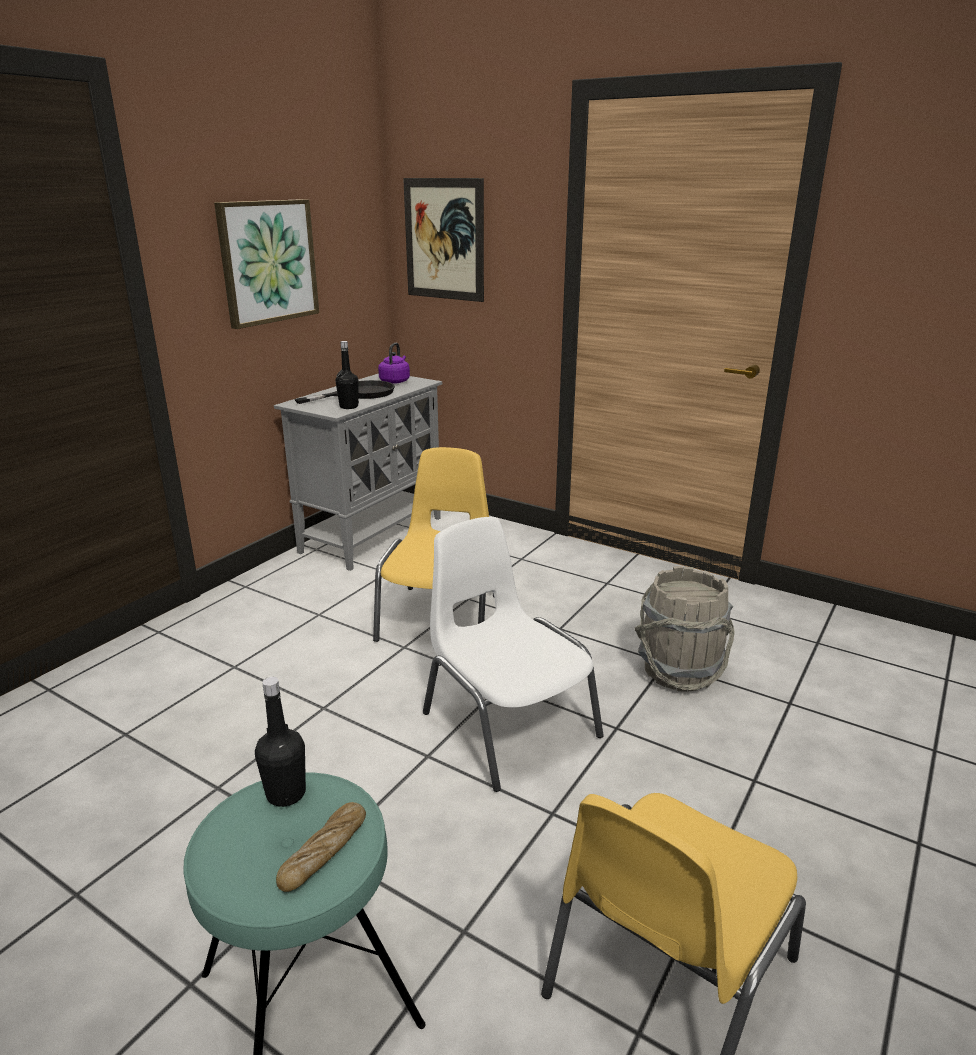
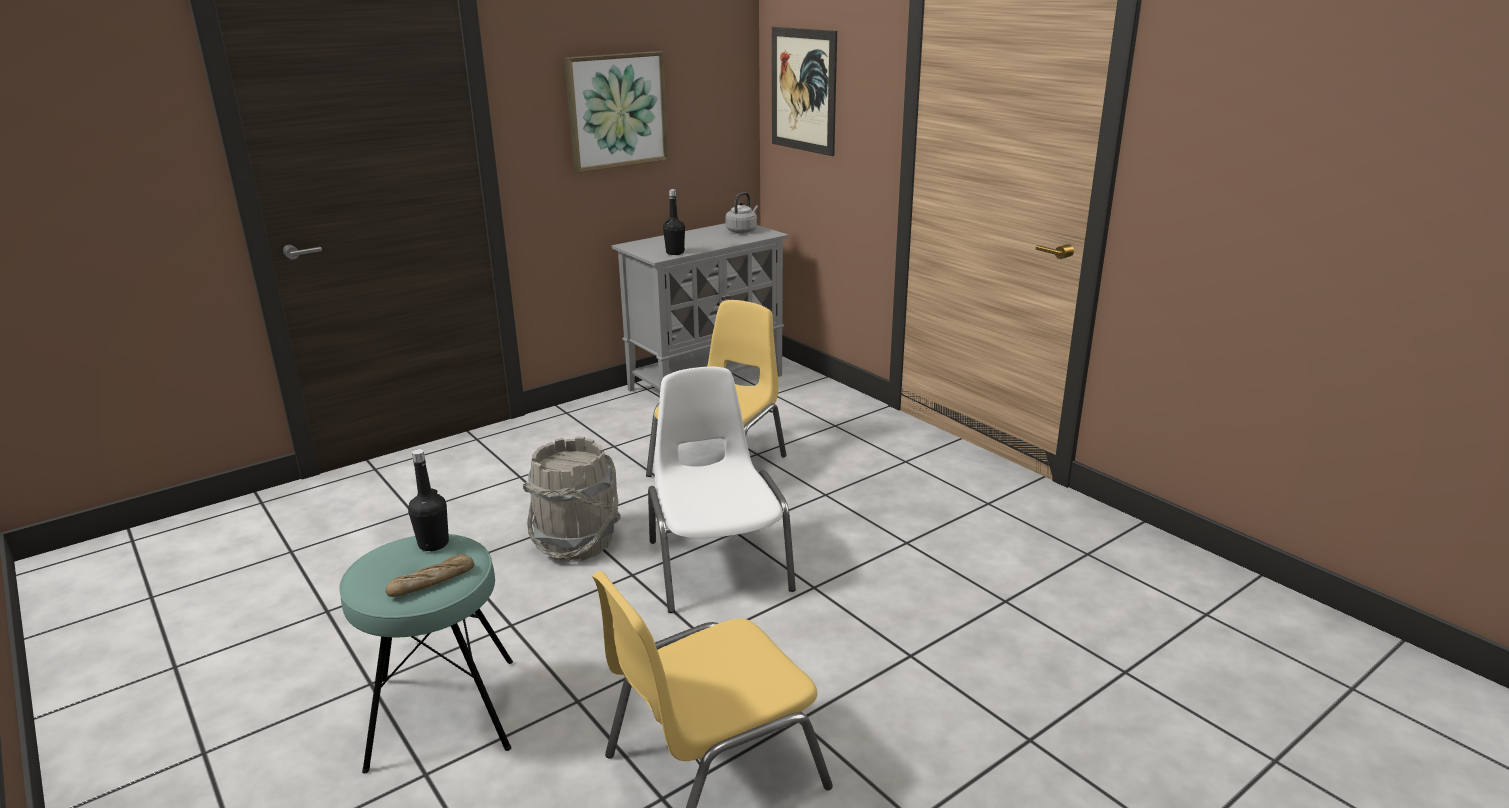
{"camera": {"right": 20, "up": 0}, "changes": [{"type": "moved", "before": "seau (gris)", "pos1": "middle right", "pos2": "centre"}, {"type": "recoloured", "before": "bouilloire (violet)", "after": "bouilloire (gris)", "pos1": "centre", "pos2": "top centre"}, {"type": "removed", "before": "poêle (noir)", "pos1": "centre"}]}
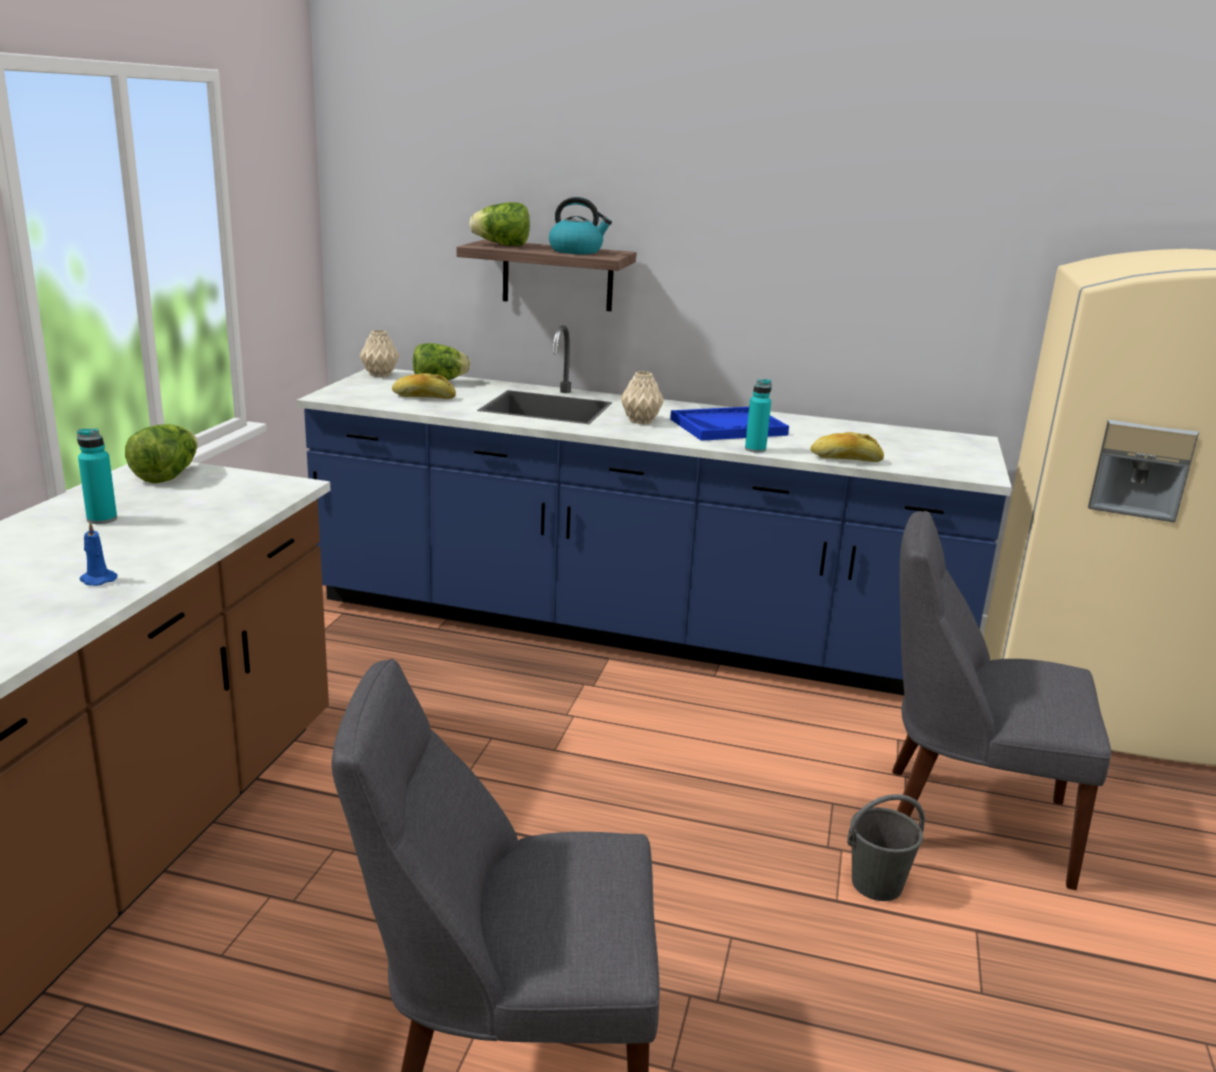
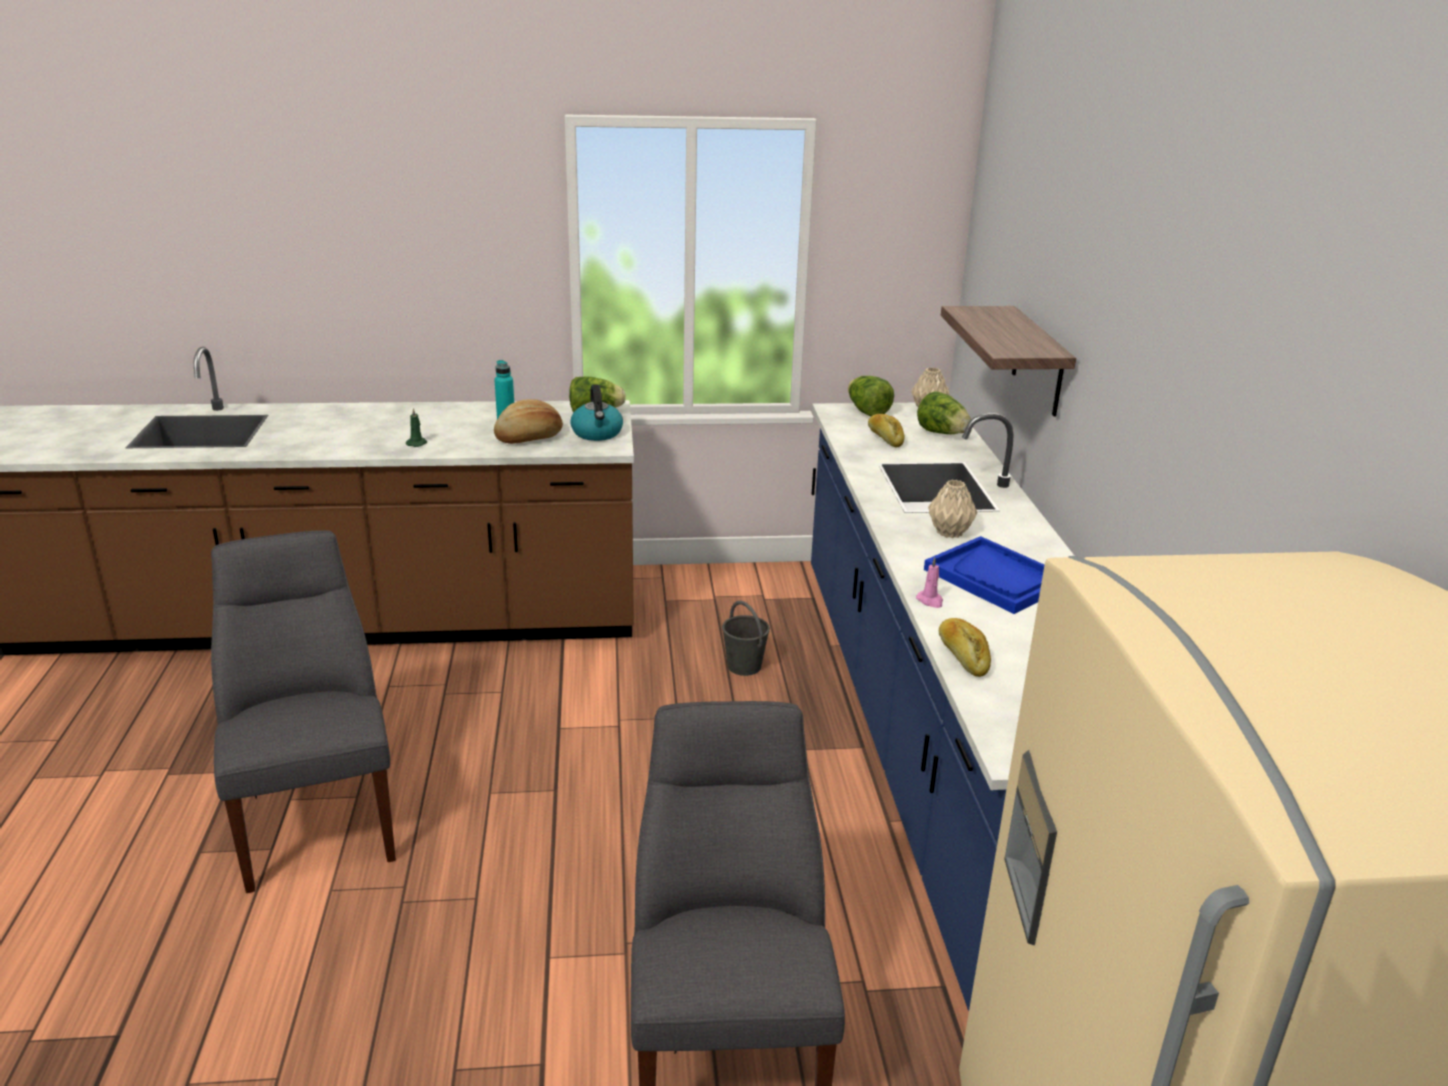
{"camera": {"right": 70, "up": 5}, "changes": [{"type": "recoloured", "before": "bougie (bleu)", "after": "bougie (vert)", "pos1": "middle left", "pos2": "middle left"}, {"type": "added", "after": "pain (1st from left)", "pos2": "centre"}, {"type": "moved", "before": "bouilloire", "pos1": "top centre", "pos2": "centre"}, {"type": "moved", "before": "seau (gris)", "pos1": "bottom right", "pos2": "centre"}, {"type": "moved", "before": "laitue (3rd from left in the first image)", "after": "laitue (2nd from left)", "pos1": "top centre", "pos2": "centre"}, {"type": "replaced", "before": "bouteille (turquoise) (2nd from left)", "after": "bougie (rose)", "pos1": "centre", "pos2": "centre"}]}
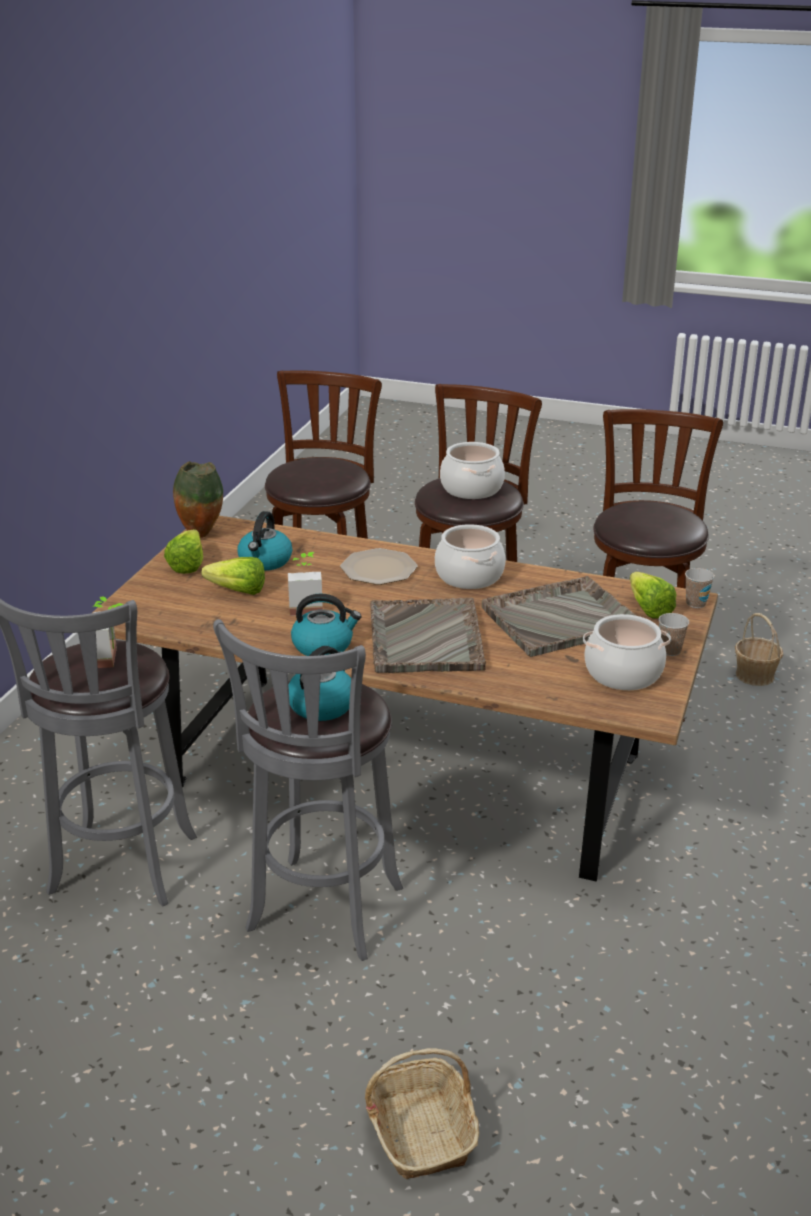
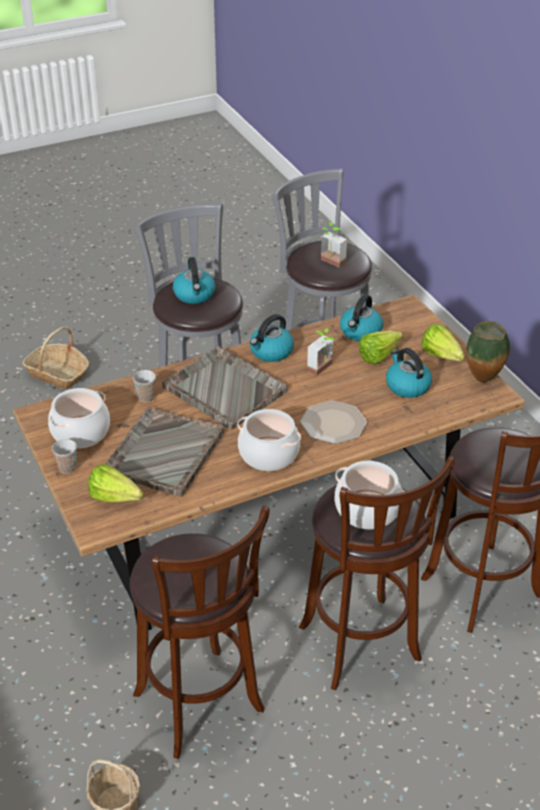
{"camera": {"right": 135, "up": 10}, "changes": [{"type": "moved", "before": "tasse (2nd from left)", "pos1": "middle right", "pos2": "middle left"}, {"type": "added", "after": "bouilloire (3rd from left)", "pos2": "middle right"}]}
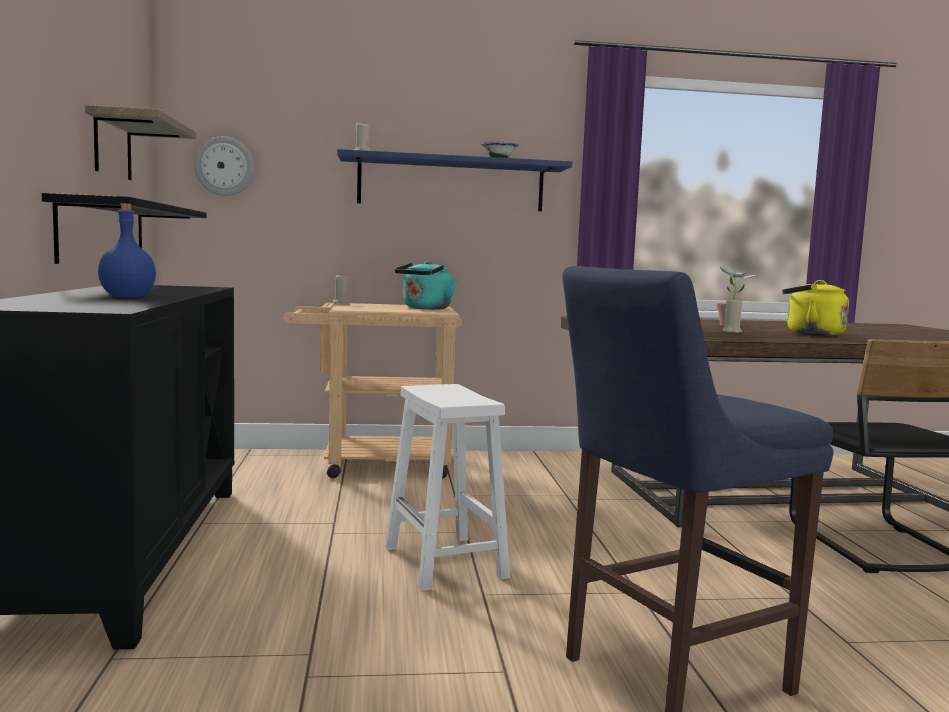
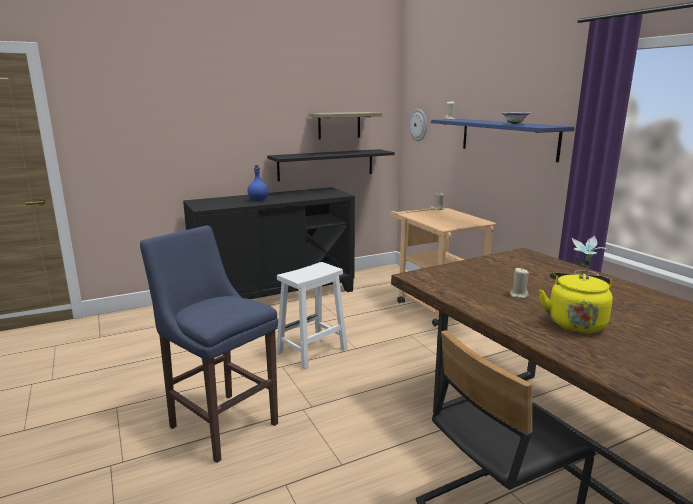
{"camera": {"right": 70, "up": 10}, "changes": [{"type": "removed", "before": "bouilloire (turquoise)", "pos1": "centre"}]}
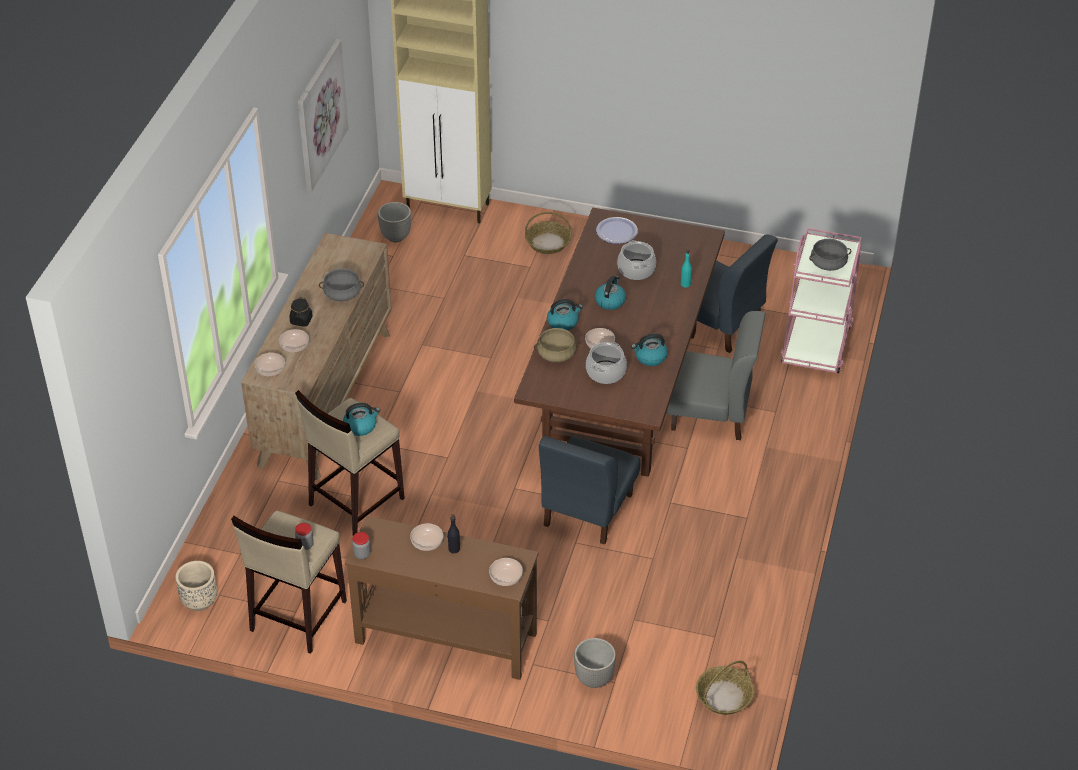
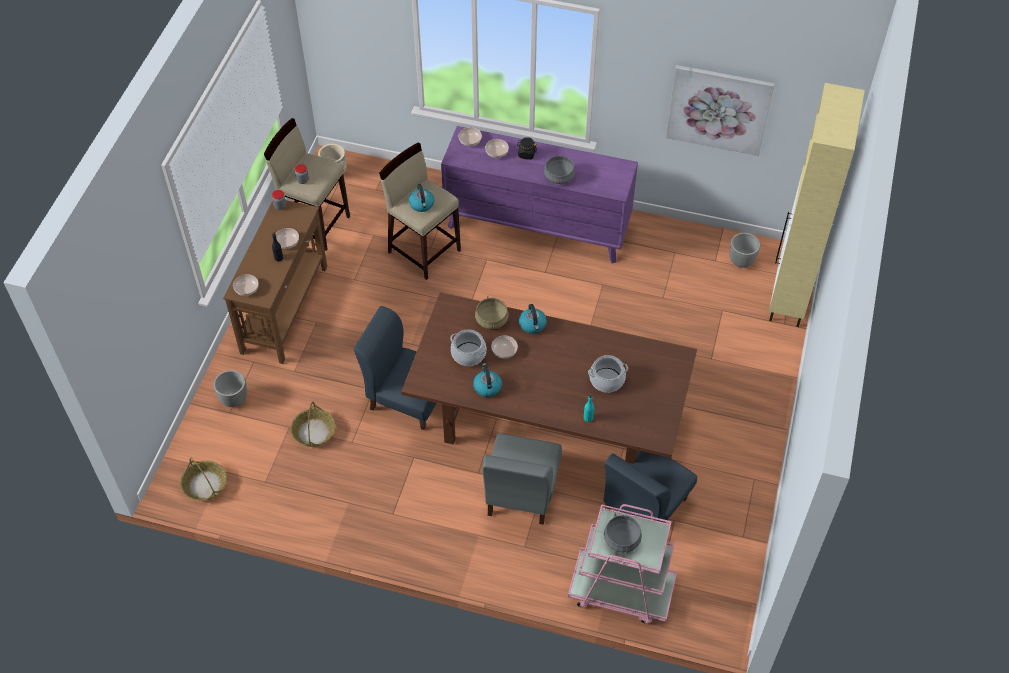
{"camera": {"right": 90, "up": 10}, "changes": [{"type": "moved", "before": "panier (1st from left in the first image)", "after": "panier (2nd from left)", "pos1": "top centre", "pos2": "middle left"}, {"type": "recoloured", "before": "commode (marron)", "after": "commode (violet)", "pos1": "middle left", "pos2": "top centre"}, {"type": "removed", "before": "bouilloire (3rd from left)", "pos1": "centre"}, {"type": "removed", "before": "assiette", "pos1": "top centre"}]}
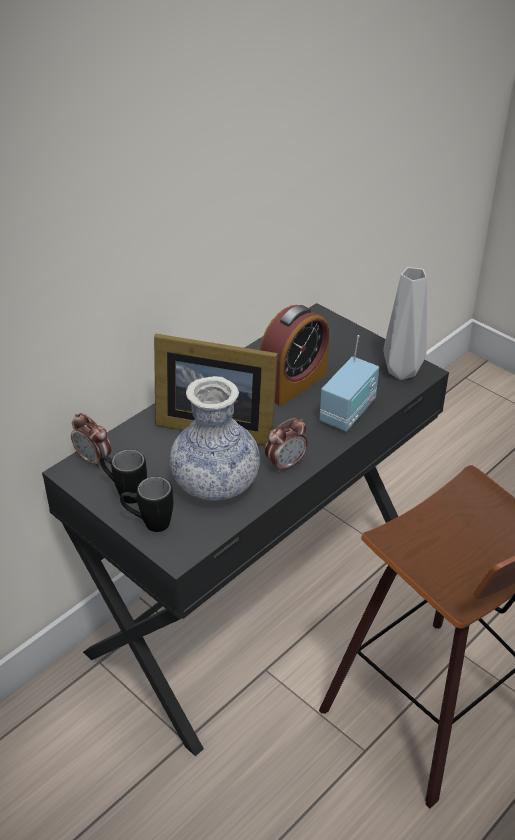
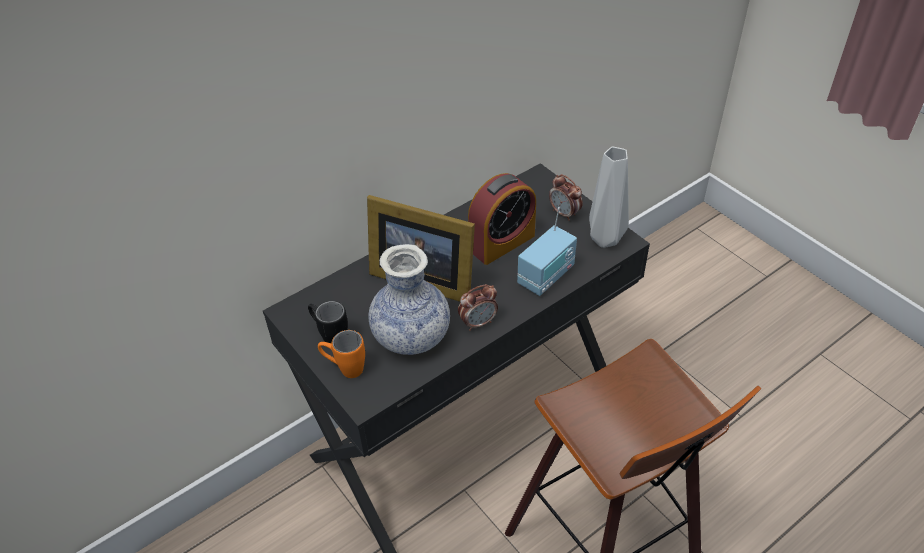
{"camera": {"right": 10, "up": 5}, "changes": [{"type": "recoloured", "before": "mug (noir) (2nd from left)", "after": "mug (orange)", "pos1": "middle left", "pos2": "centre"}, {"type": "moved", "before": "réveil (1st from left in the first image)", "after": "réveil (3rd from left)", "pos1": "middle left", "pos2": "centre"}]}
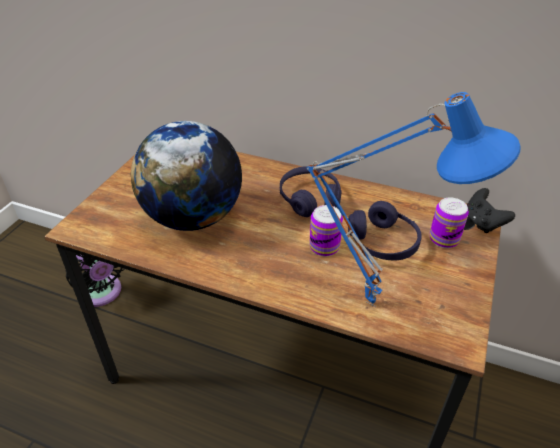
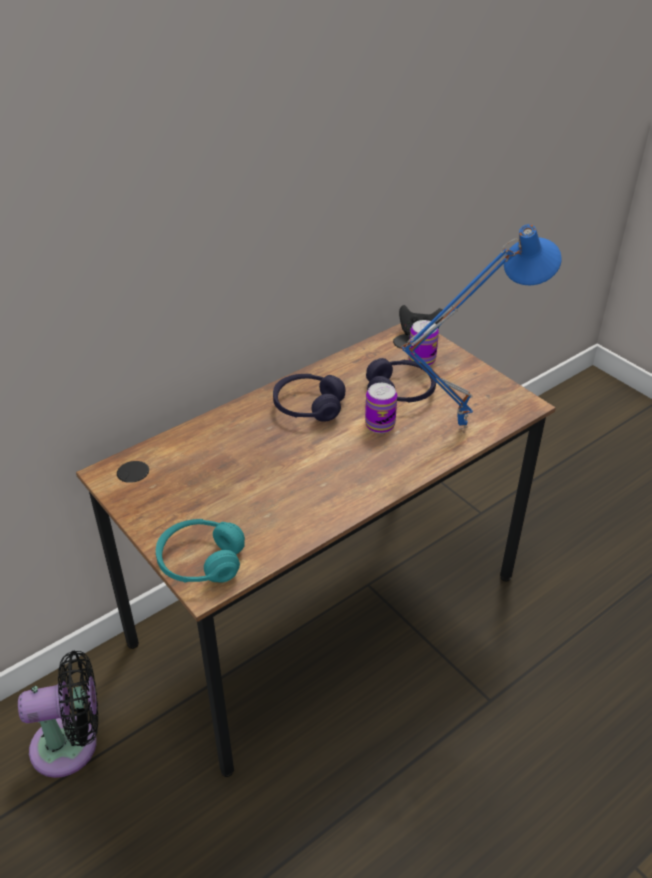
{"camera": {"right": -60, "up": 0}, "changes": [{"type": "added", "after": "casque audio (turquoise)", "pos2": "middle left"}, {"type": "removed", "before": "globe", "pos1": "middle left"}]}
